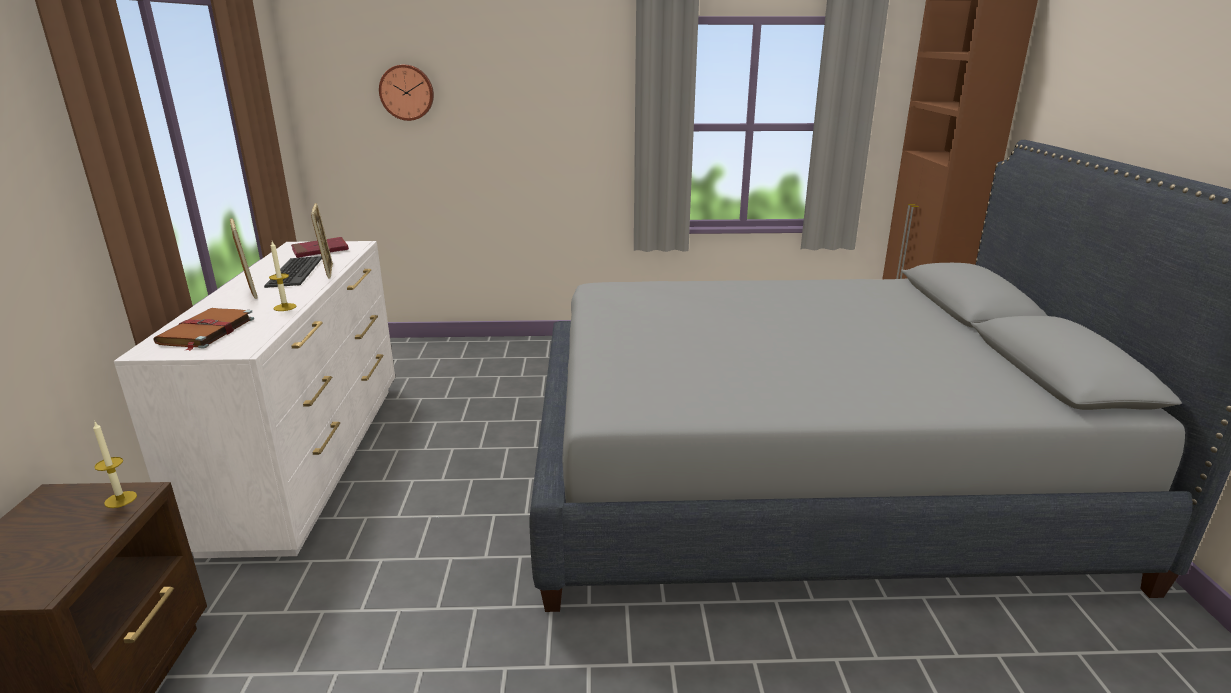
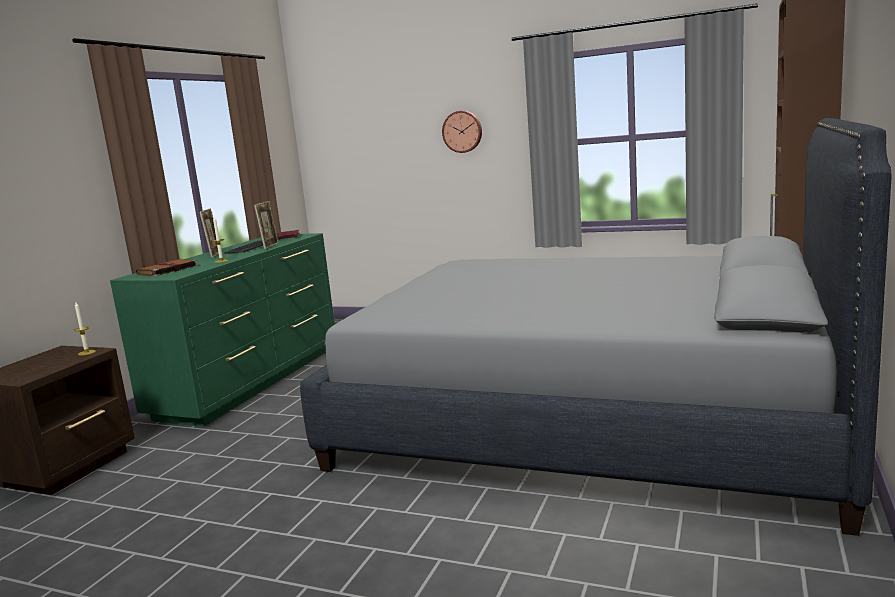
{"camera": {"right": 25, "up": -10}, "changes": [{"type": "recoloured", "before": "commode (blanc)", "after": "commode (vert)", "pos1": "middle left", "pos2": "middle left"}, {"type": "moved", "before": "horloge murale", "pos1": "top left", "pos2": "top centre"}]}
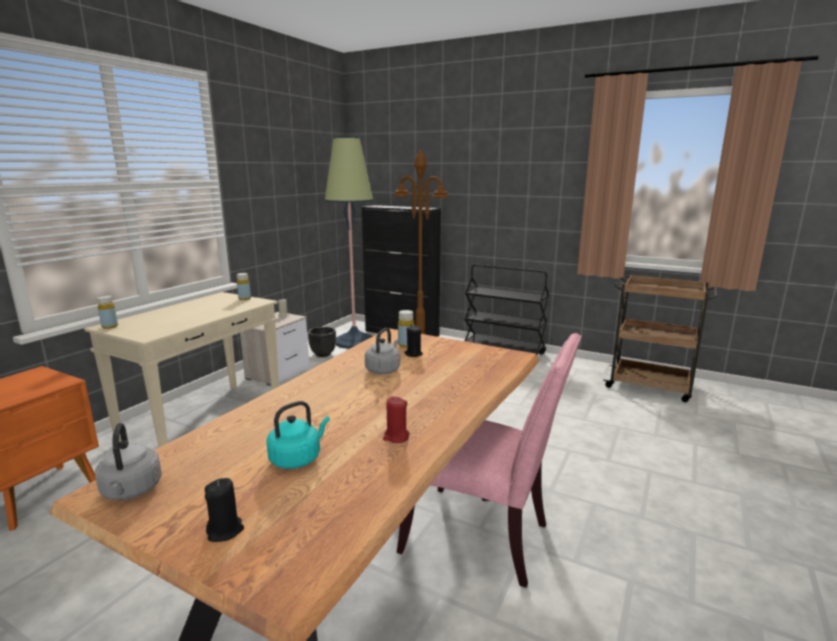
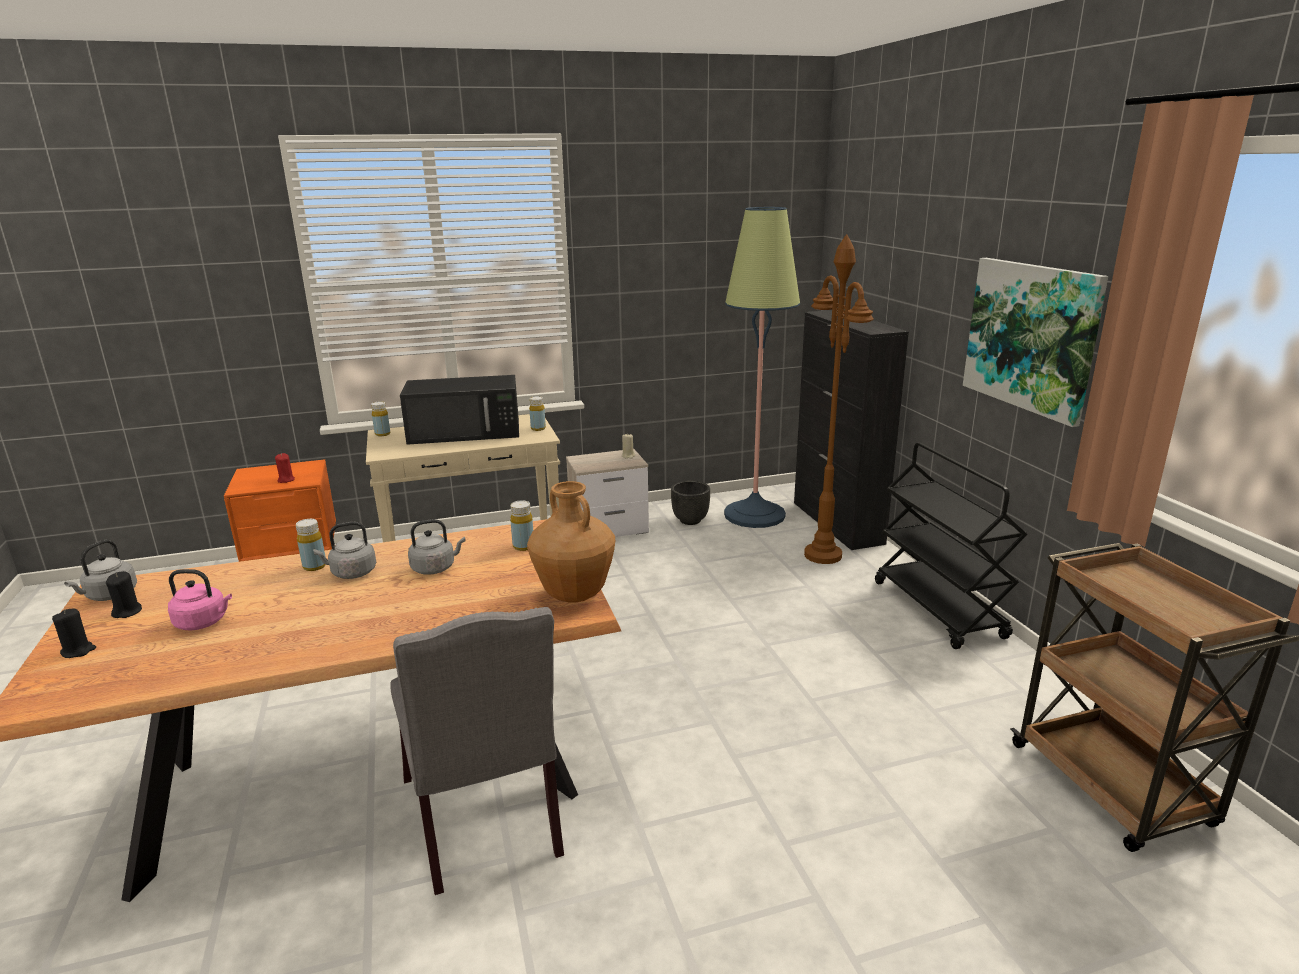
{"camera": {"right": 45, "up": 5}, "changes": [{"type": "moved", "before": "bougie (noir) (2nd from left)", "pos1": "centre", "pos2": "middle left"}, {"type": "recoloured", "before": "bouilloire (turquoise)", "after": "bouilloire (rose)", "pos1": "bottom centre", "pos2": "middle left"}, {"type": "moved", "before": "bougie (rouge)", "pos1": "centre", "pos2": "middle left"}, {"type": "added", "after": "bouteille (jaune) (1st from left)", "pos2": "middle left"}, {"type": "added", "after": "bouilloire (gris) (2nd from left)", "pos2": "middle left"}, {"type": "recoloured", "before": "chaise (rose)", "after": "chaise (gris)", "pos1": "bottom centre", "pos2": "bottom centre"}, {"type": "added", "after": "micro-ondes (noir)", "pos2": "centre"}, {"type": "added", "after": "vase (marron)", "pos2": "centre"}, {"type": "added", "after": "tableau", "pos2": "middle right"}]}
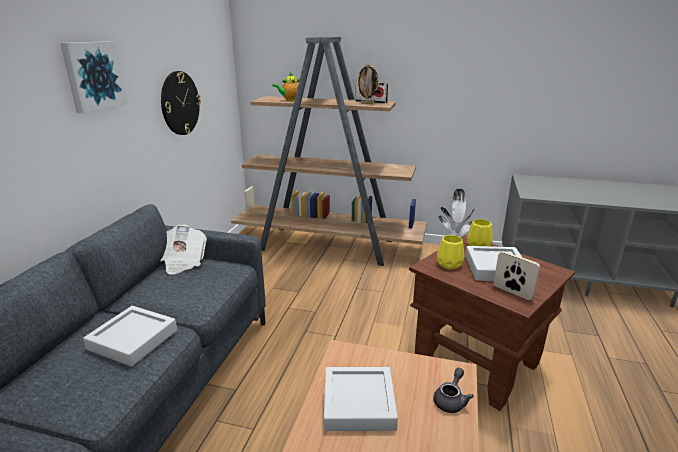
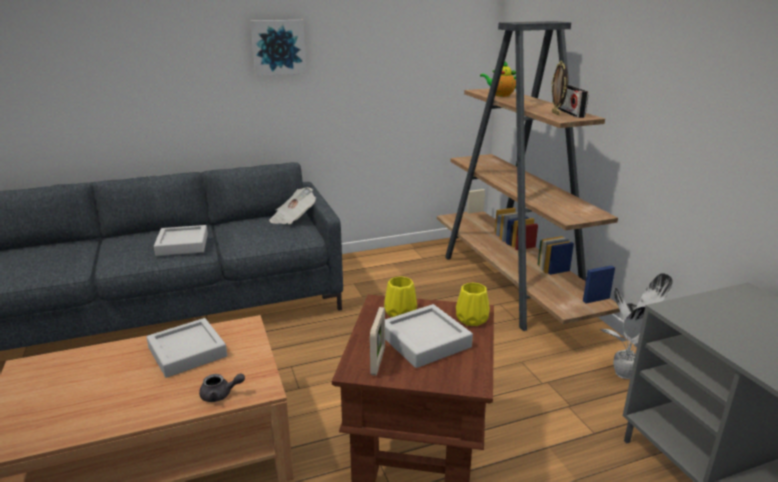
{"camera": {"right": 55, "up": 0}, "changes": [{"type": "removed", "before": "horloge murale", "pos1": "top left"}]}
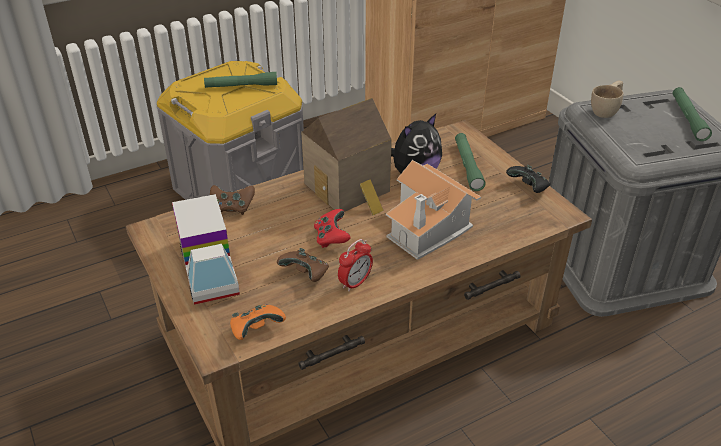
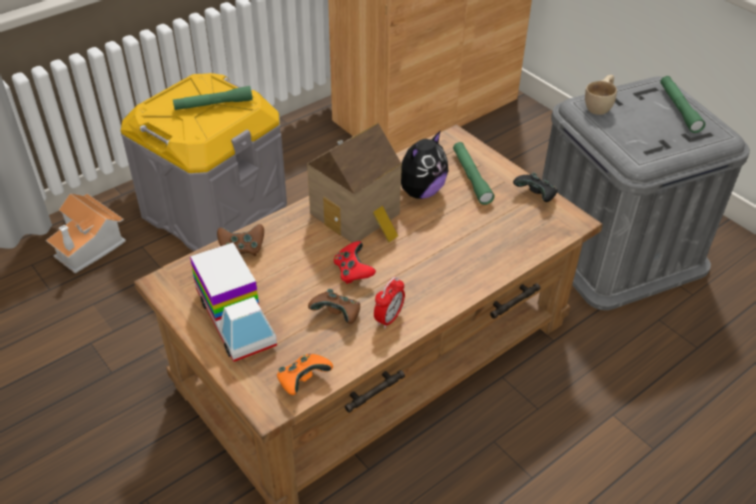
{"camera": {"right": -10, "up": 5}, "changes": [{"type": "moved", "before": "maison miniature (2nd from left in the first image)", "after": "maison miniature (1st from left)", "pos1": "centre", "pos2": "middle left"}]}
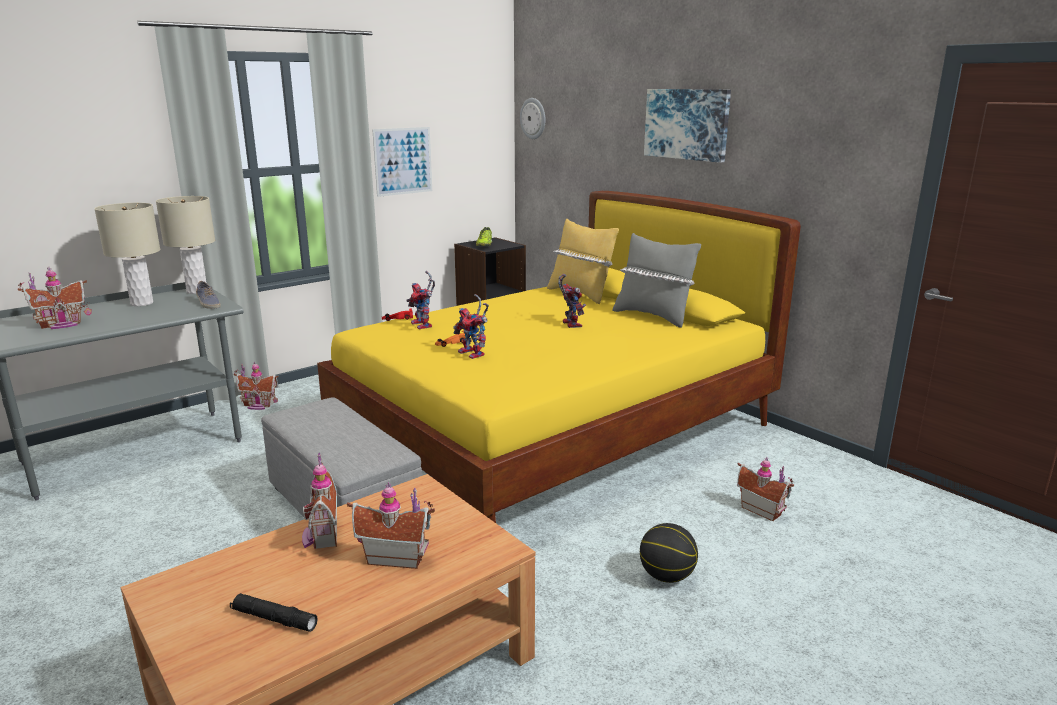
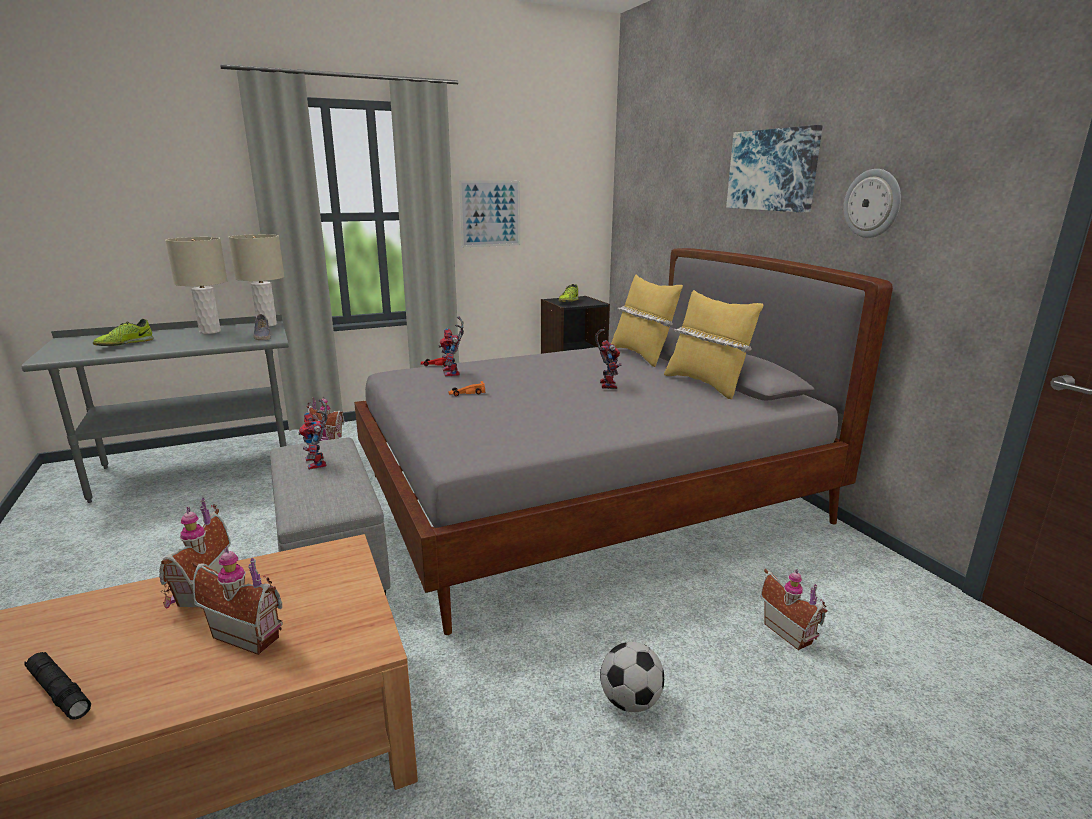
{"camera": {"right": 15, "up": 0}, "changes": [{"type": "replaced", "before": "maison miniature (1st from left)", "after": "chaussure (1st from left)", "pos1": "middle left", "pos2": "middle left"}, {"type": "moved", "before": "robot jouet (2nd from left in the first image)", "after": "robot jouet (1st from left)", "pos1": "centre", "pos2": "middle left"}, {"type": "recoloured", "before": "lit (jaune)", "after": "lit (gris)", "pos1": "centre", "pos2": "centre"}, {"type": "replaced", "before": "ballon de basket", "after": "ballon de foot", "pos1": "bottom centre", "pos2": "bottom centre"}, {"type": "recoloured", "before": "coussin (gris)", "after": "coussin (jaune) (2nd from left)", "pos1": "centre", "pos2": "centre"}, {"type": "moved", "before": "horloge murale", "pos1": "top centre", "pos2": "top right"}]}
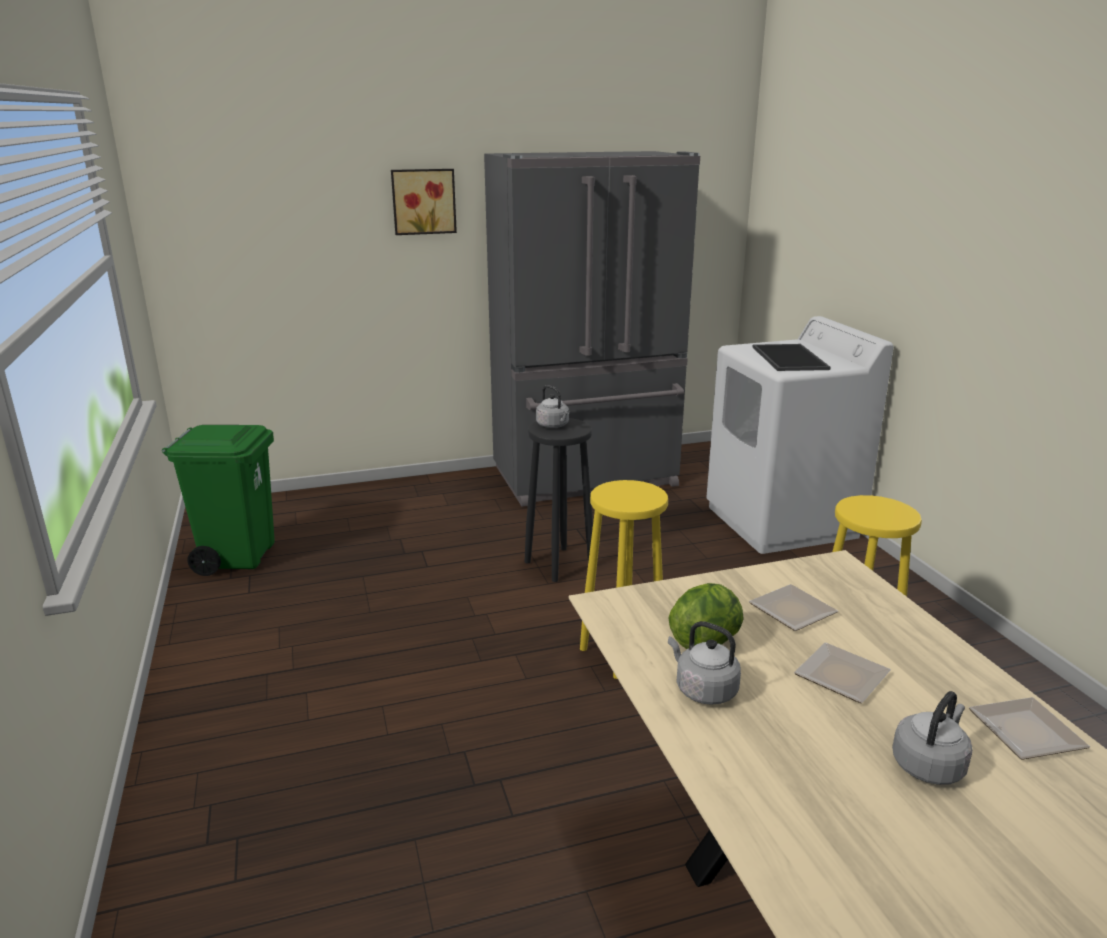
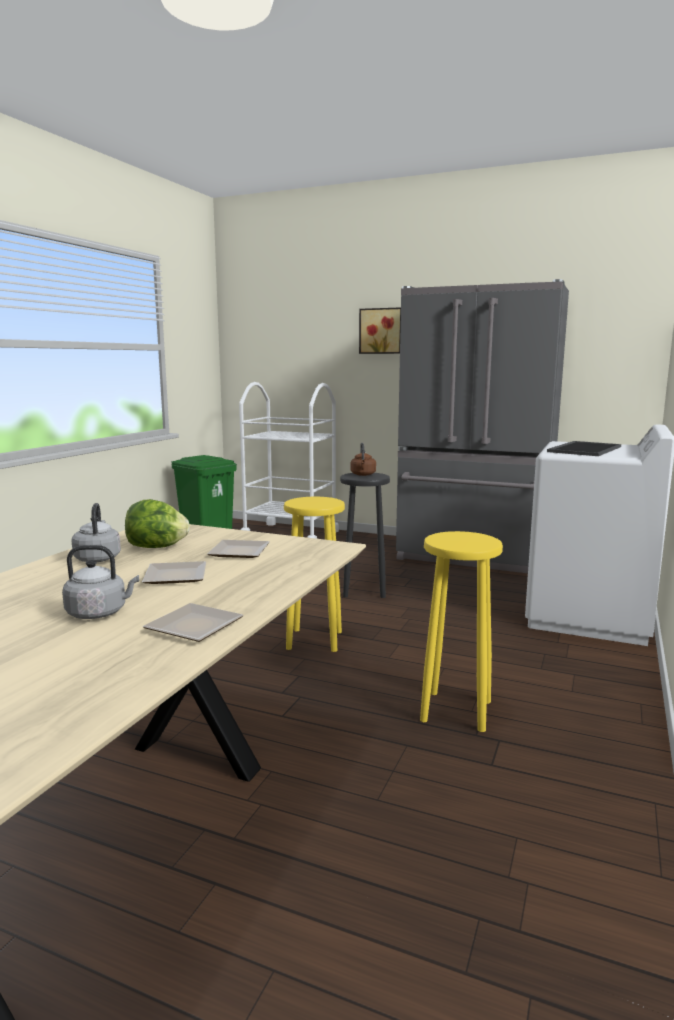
{"camera": {"right": 40, "up": -10}, "changes": [{"type": "added", "after": "chariot (blanc)", "pos2": "centre"}, {"type": "recoloured", "before": "bouilloire (gris) (1st from left)", "after": "bouilloire (marron)", "pos1": "centre", "pos2": "centre"}]}
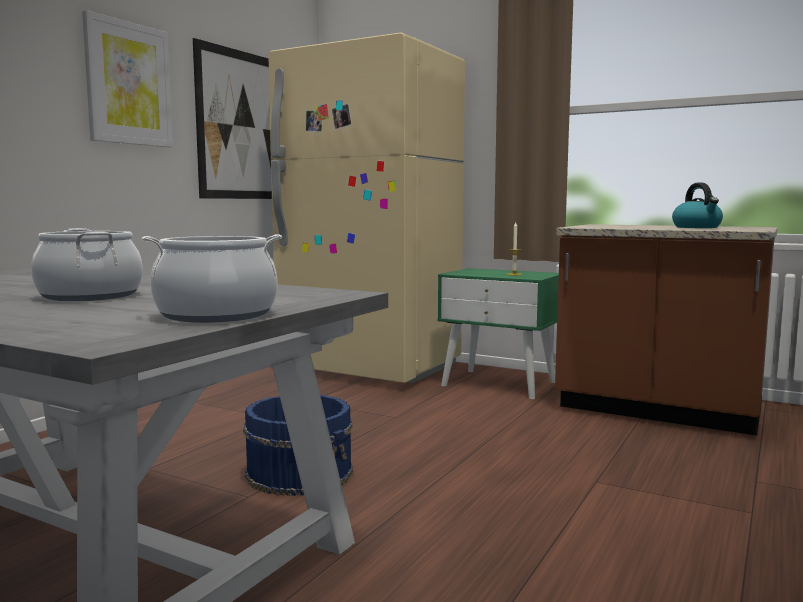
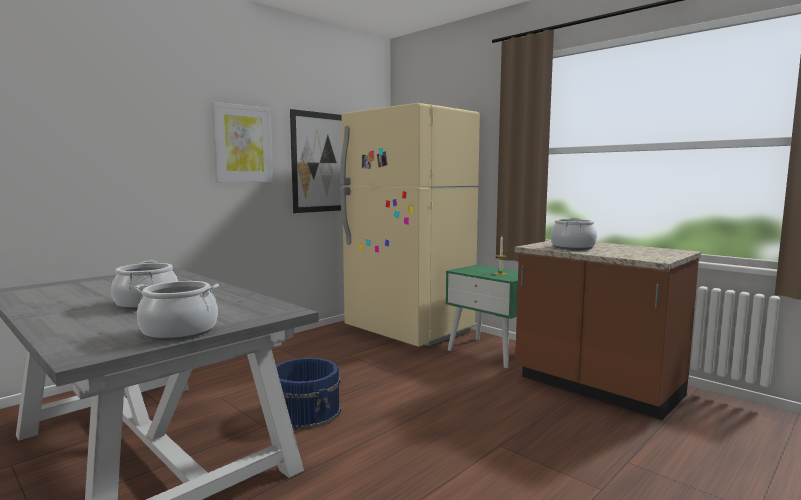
{"camera": {"right": 15, "up": 0}, "changes": [{"type": "added", "after": "marmite (3rd from left)", "pos2": "middle right"}, {"type": "removed", "before": "bouilloire", "pos1": "middle right"}]}
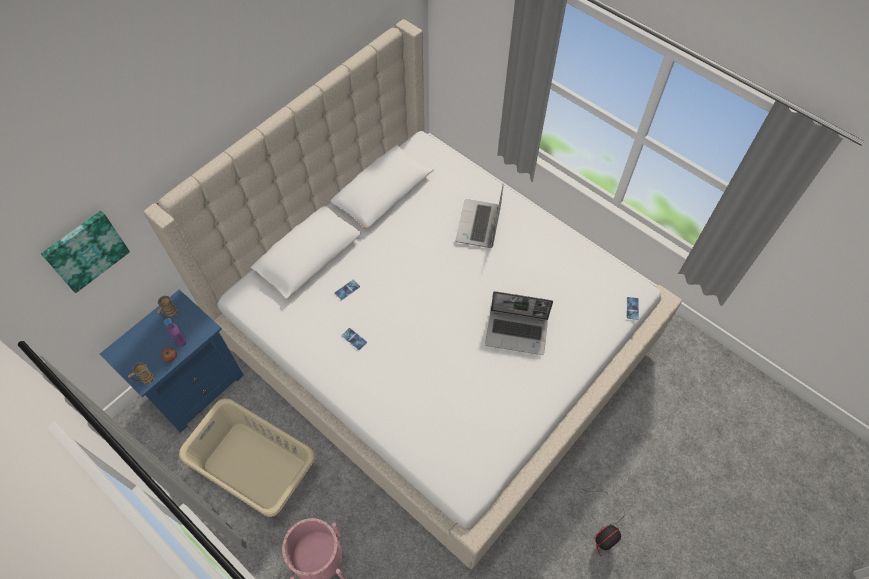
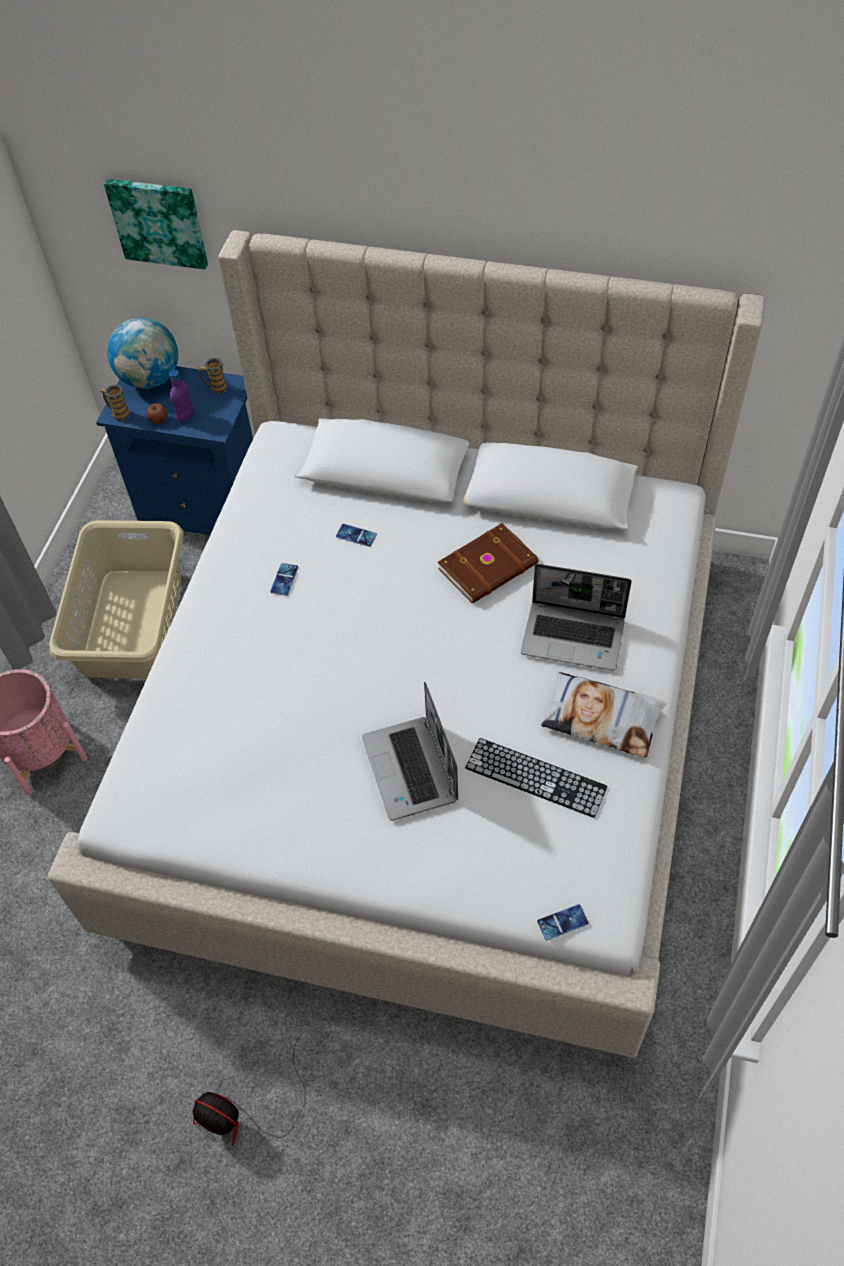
{"camera": {"right": 65, "up": -5}, "changes": [{"type": "added", "after": "globe", "pos2": "top left"}, {"type": "added", "after": "livre (marron)", "pos2": "centre"}, {"type": "added", "after": "clavier", "pos2": "centre"}, {"type": "turned", "before": "ordinateur portable (1st from left in the first image)", "pos1": "centre", "pos2": "middle right", "turn": -150}, {"type": "added", "after": "coussin", "pos2": "middle right"}]}
